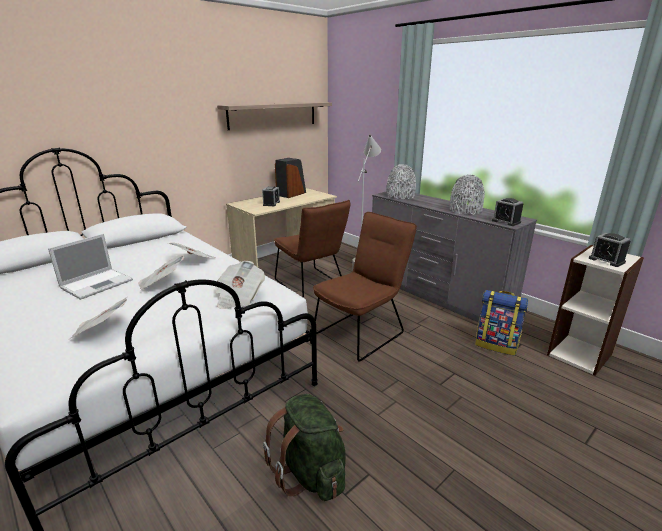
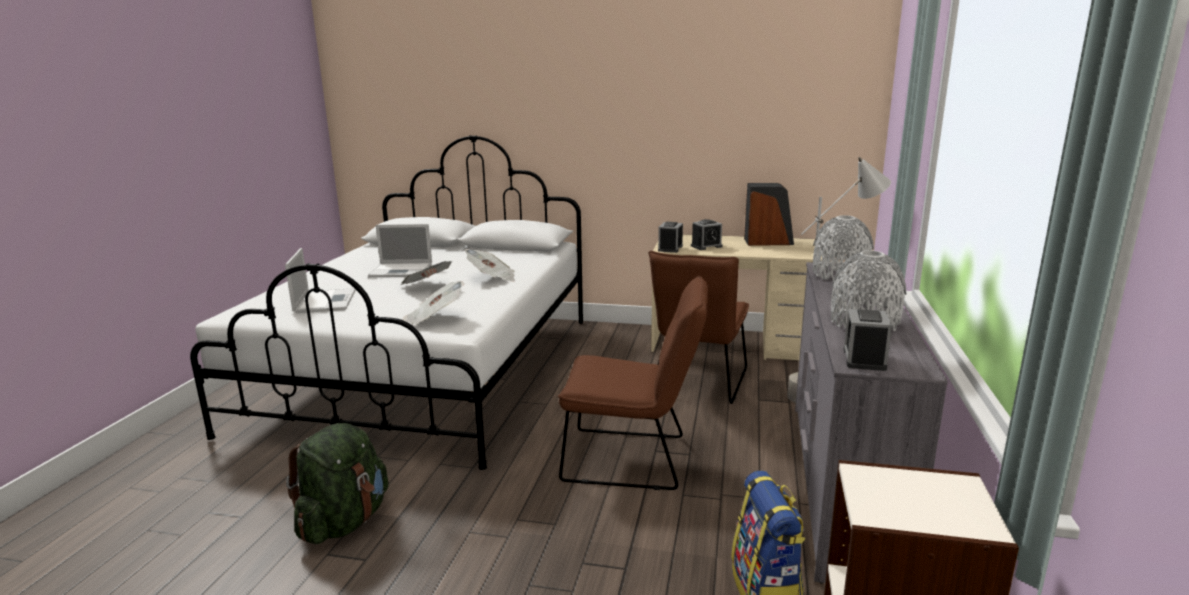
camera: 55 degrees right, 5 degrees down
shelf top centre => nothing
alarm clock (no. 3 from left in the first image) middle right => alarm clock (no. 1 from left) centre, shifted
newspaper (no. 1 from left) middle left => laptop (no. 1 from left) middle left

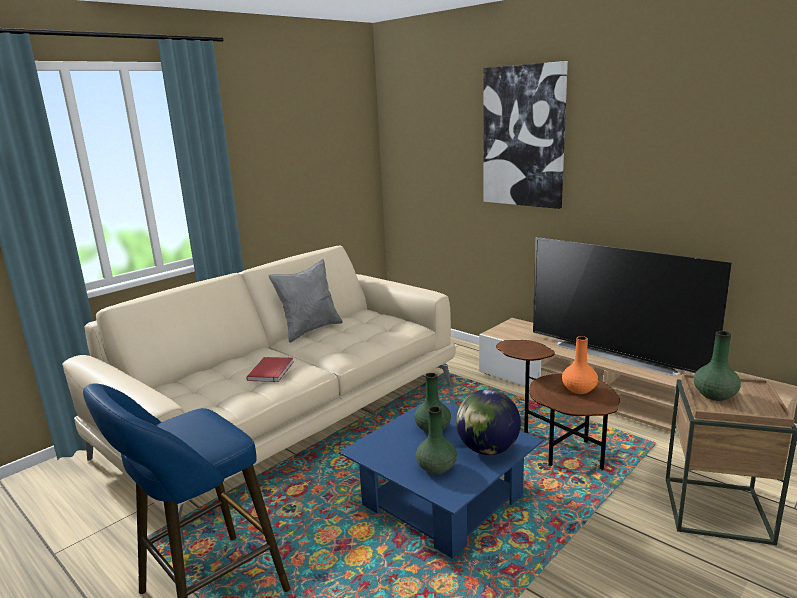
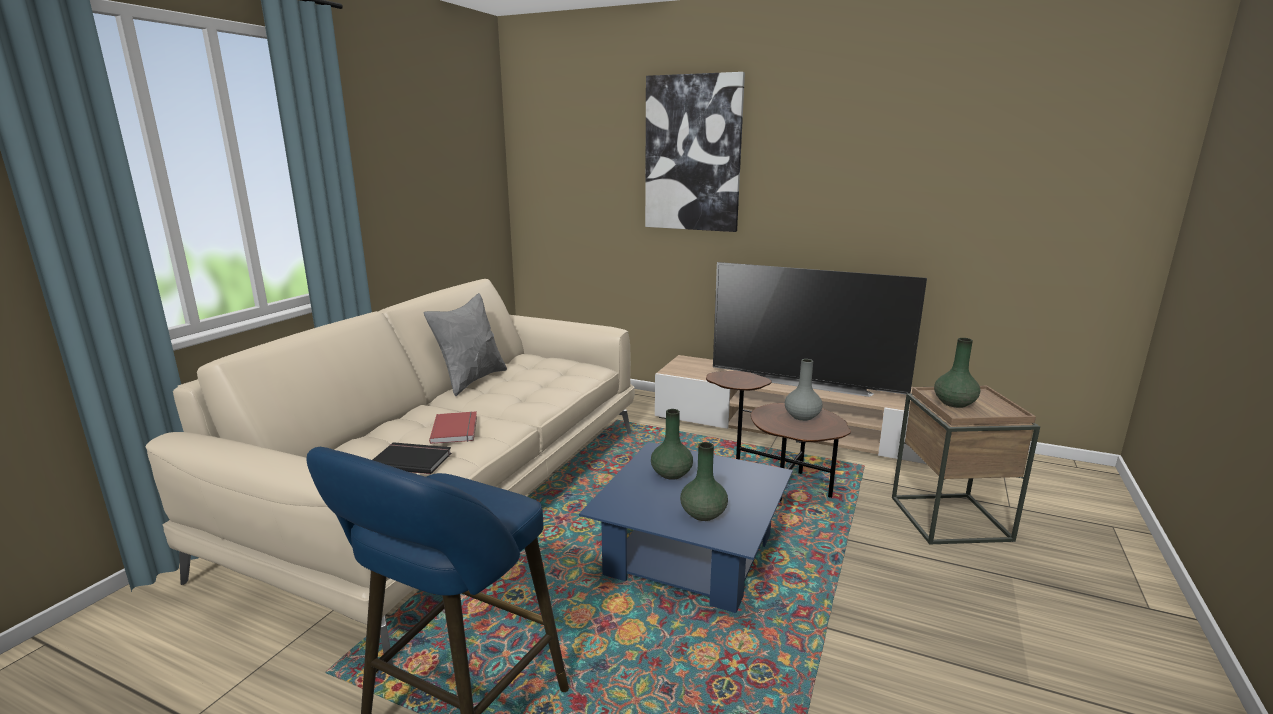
camera: 20 degrees left, 0 degrees up
globe bottom centre => nothing
nothing => blackish bound book middle left
orange-coloured flower vase middle right => gray flower vase centre

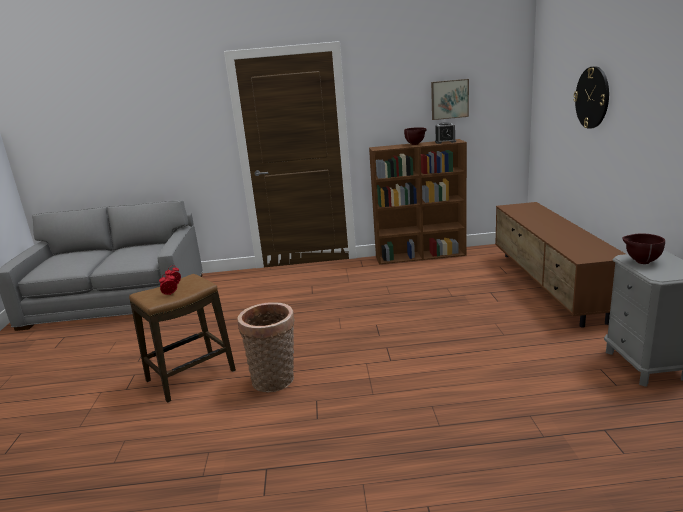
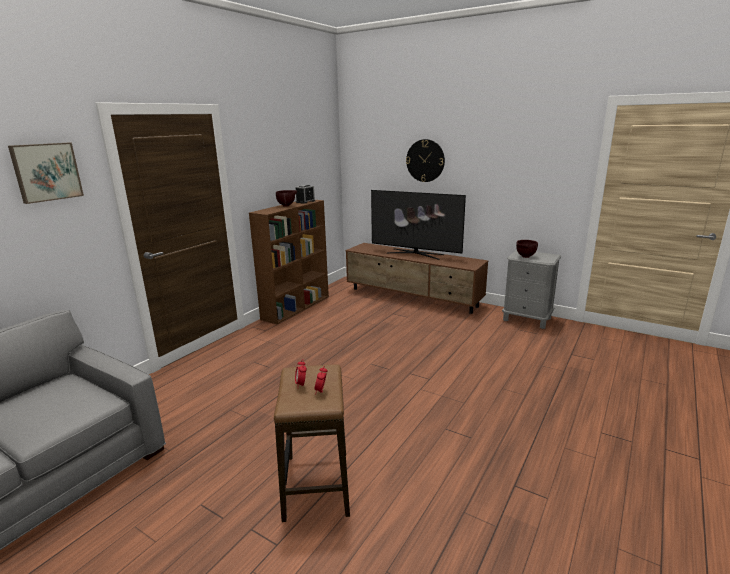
camera: 55 degrees left, 0 degrees up
household basket bottom centre => nothing
nothing => television centre
picture top centre => picture top left, shifted

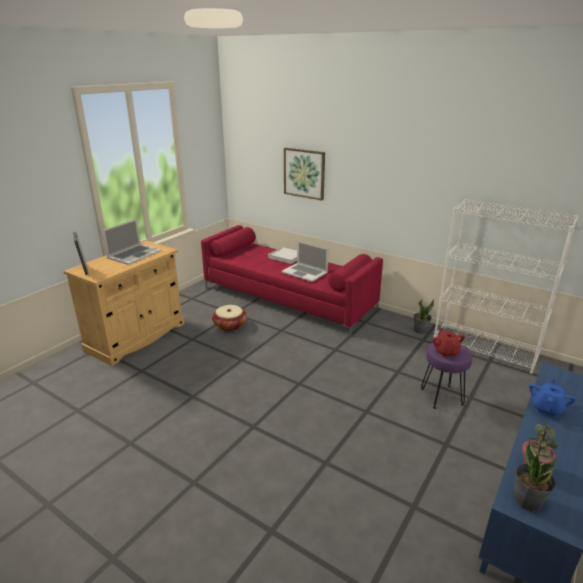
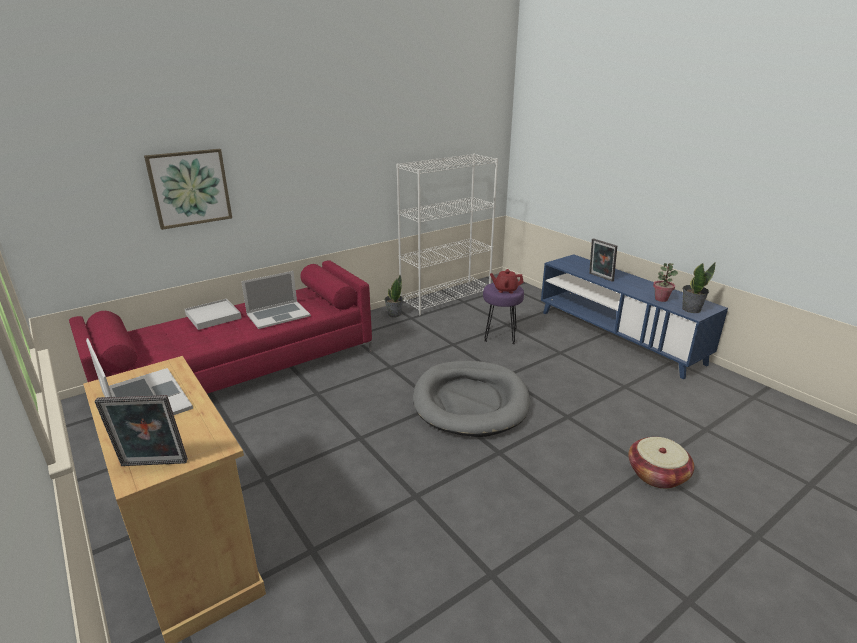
camera: 70 degrees left, 0 degrees up
nothing => gray pet bed centre
household basket centre => household basket bottom right, shifted
blue-coloured teapot bottom right => standing frame (no. 2 from left) middle right

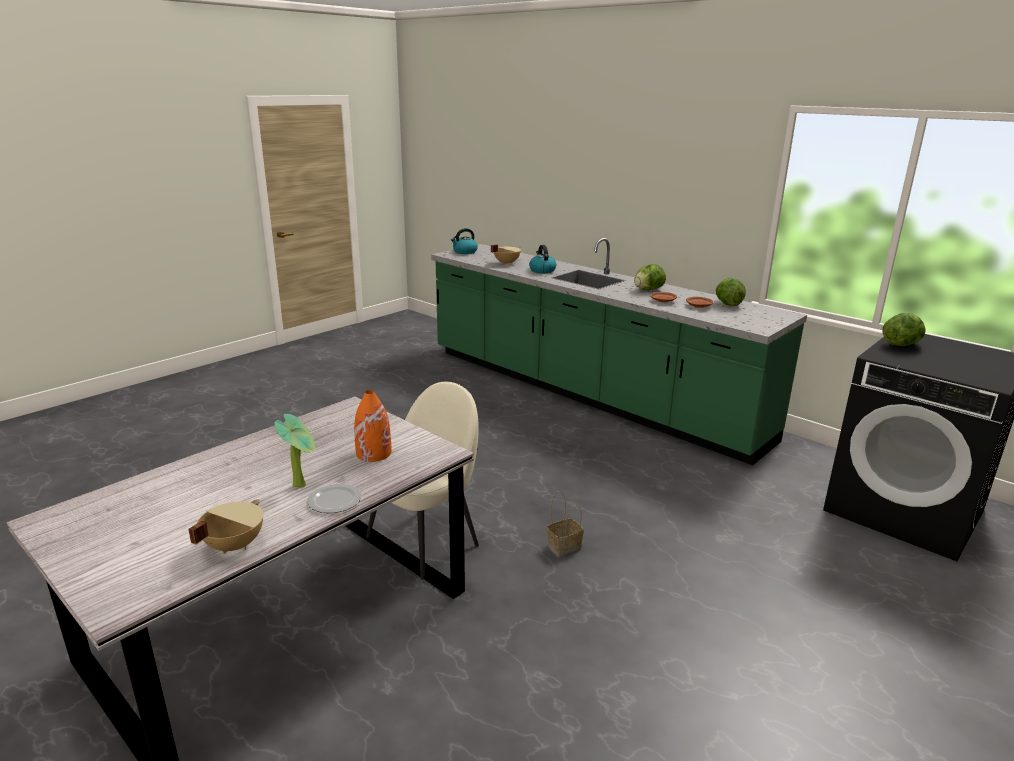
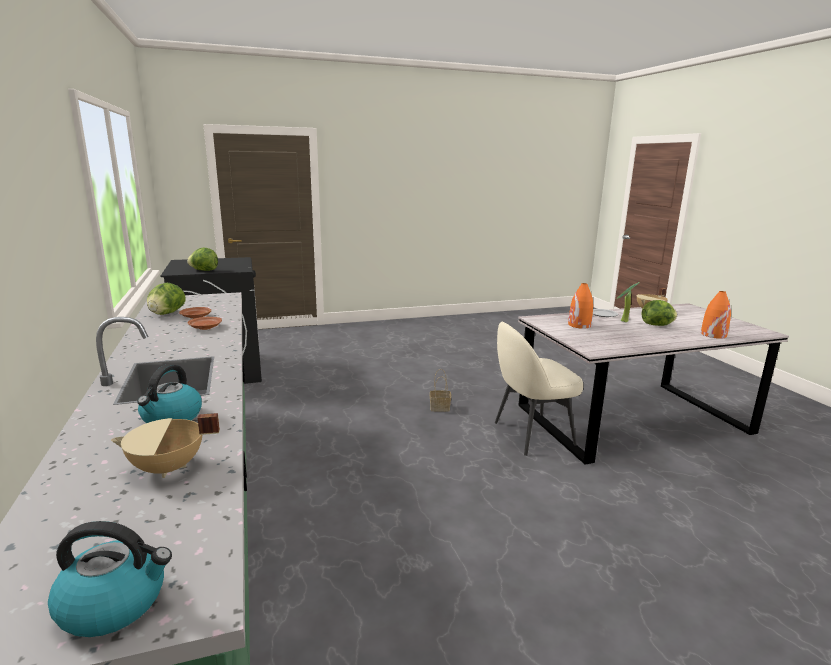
camera: 150 degrees left, 5 degrees down
nothing => orange-coloured flower vase (no. 2 from left) middle right
head of lettuce (no. 1 from left in the first image) centre => head of lettuce (no. 3 from left) middle right, shifted

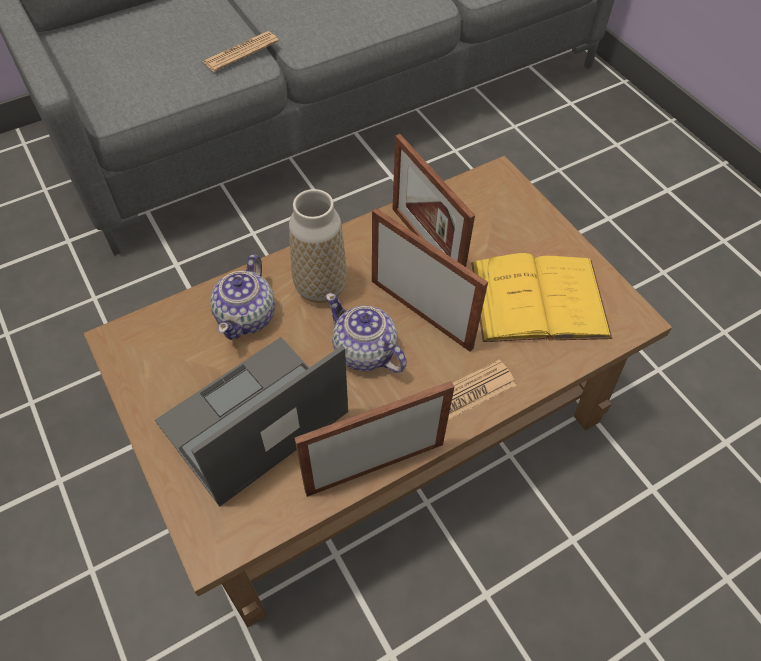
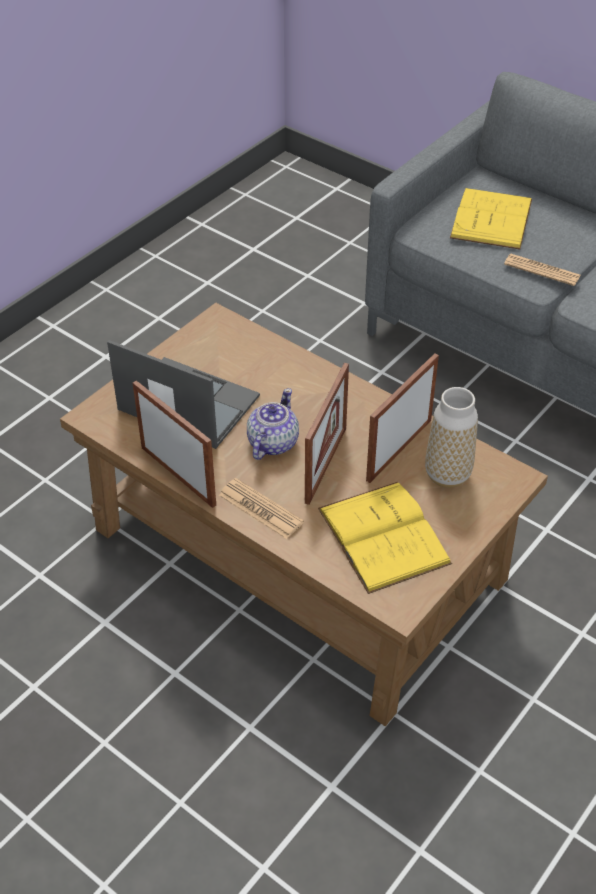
camera: 70 degrees right, 10 degrees down
teapot (no. 1 from left) middle left => nothing
nothing => yellow-coloured bound book (no. 2 from left) top right
flower vase centre => flower vase middle right, shifted

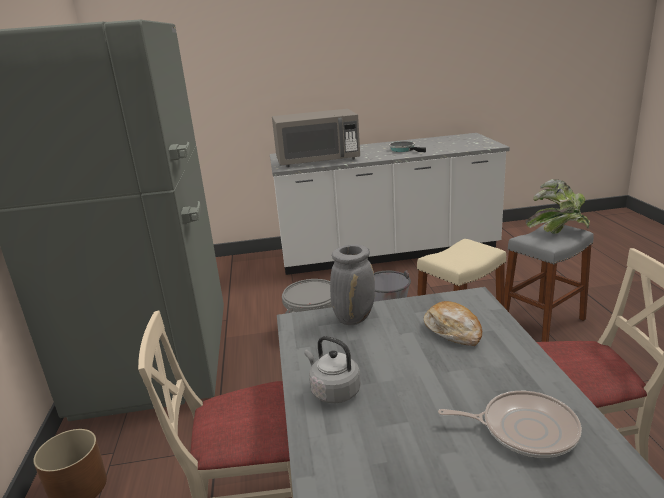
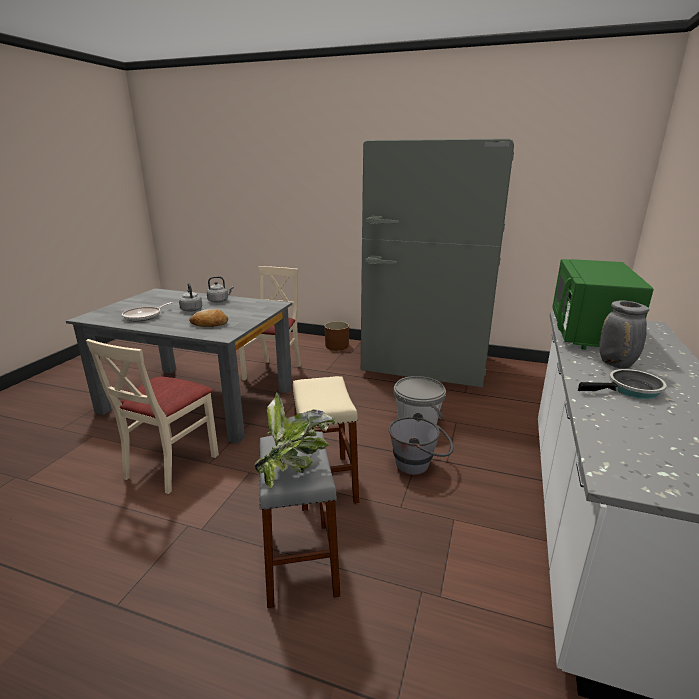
camera: 115 degrees right, 0 degrees up
nothing => gray water kettle (no. 1 from left) middle left
gray flower vase centre => gray flower vase middle right, shifted
gray microwave top centre => green-coloured microwave middle right

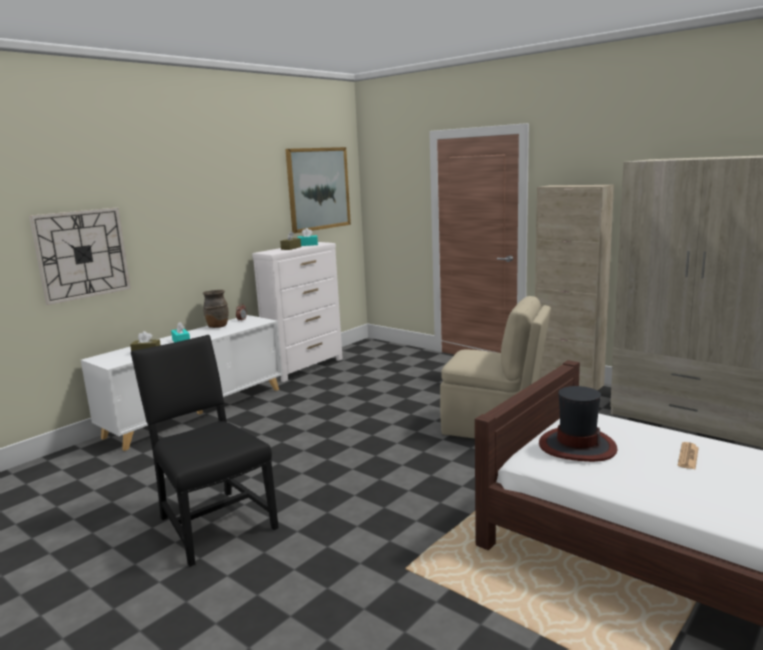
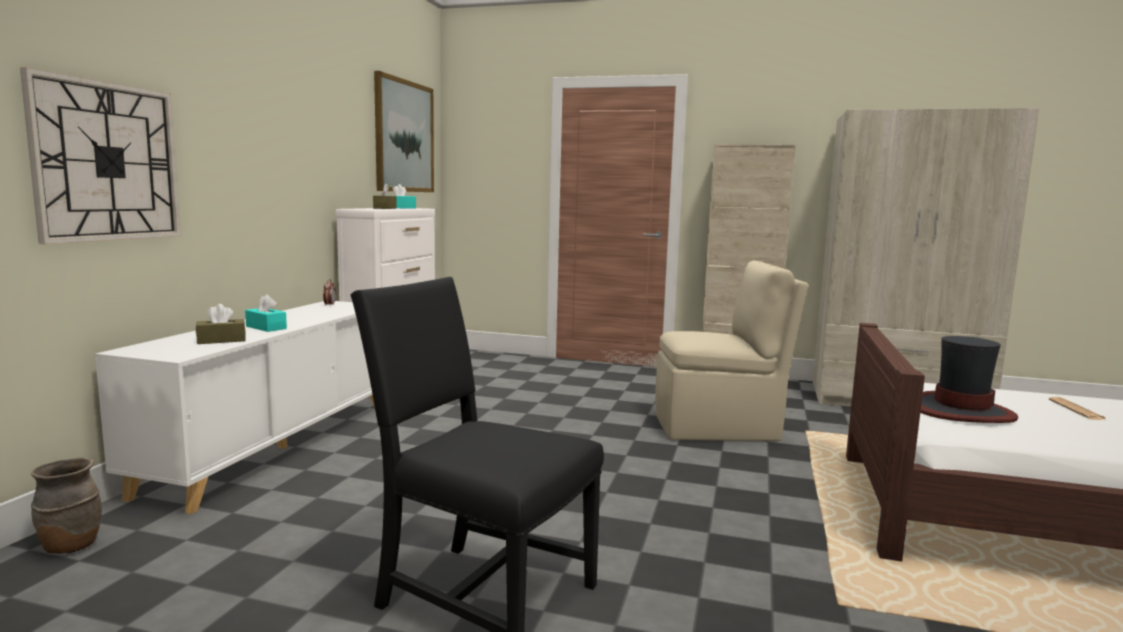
camera: 25 degrees left, 5 degrees down
brown flower vase middle left => brown flower vase bottom left, shifted

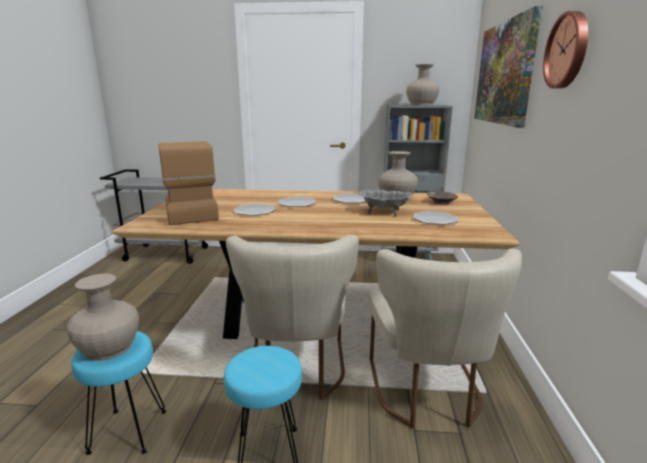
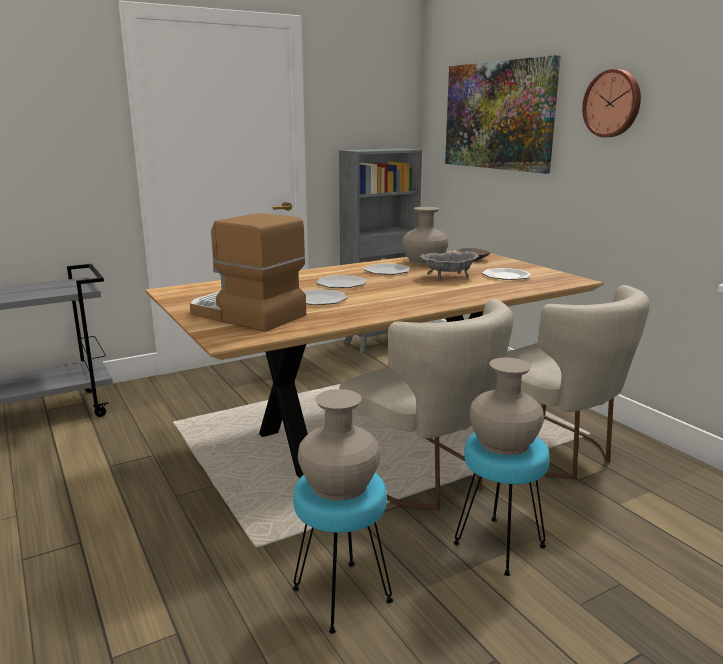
camera: 35 degrees left, 0 degrees up
beige flower vase (no. 3 from left) top centre => beige flower vase (no. 3 from left) middle right, shifted

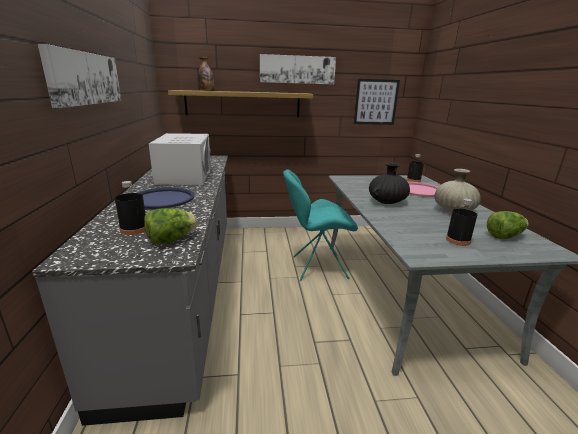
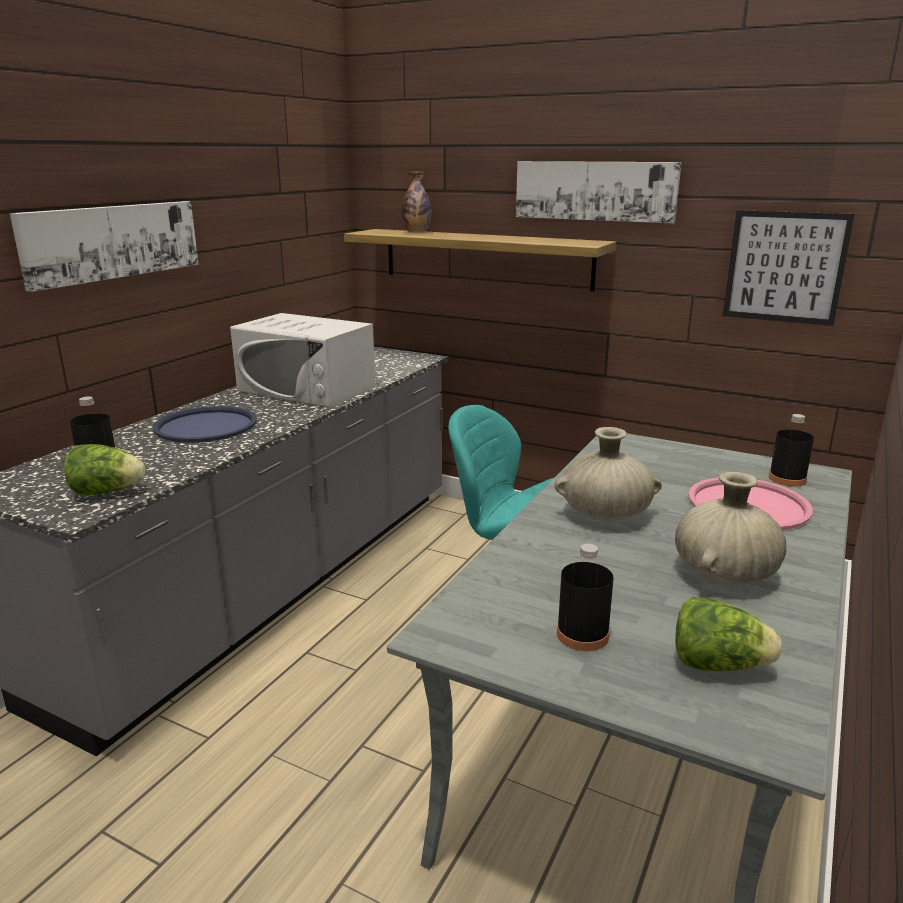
camera: 35 degrees right, 0 degrees up
blackish flower vase middle right => beige flower vase (no. 1 from left) middle right
white microwave middle left => white microwave centre, 90 degrees clockwise

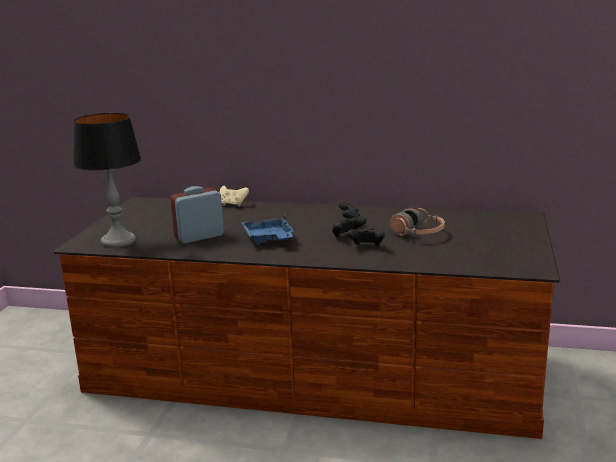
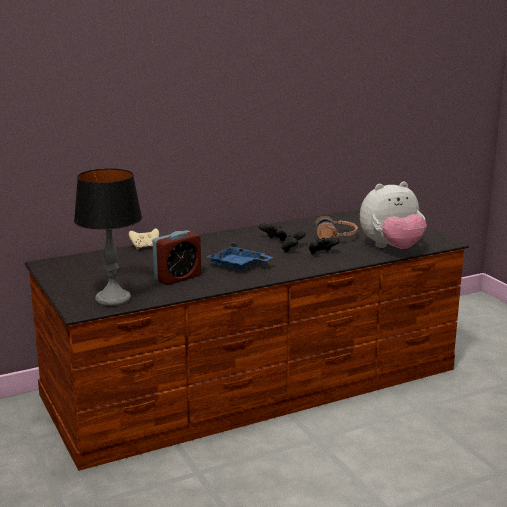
camera: 40 degrees left, 0 degrees up
nothing => plush toy middle right
alarm clock middle left => alarm clock centre, 150 degrees counterclockwise

